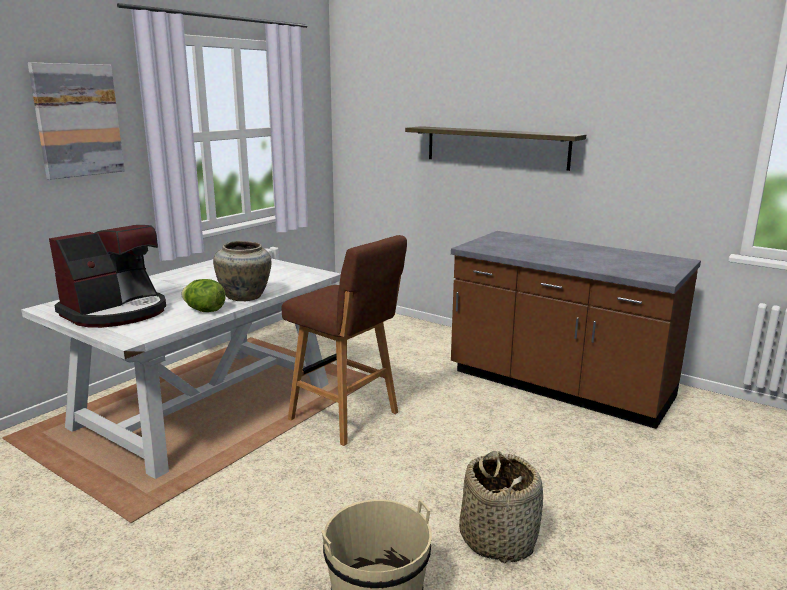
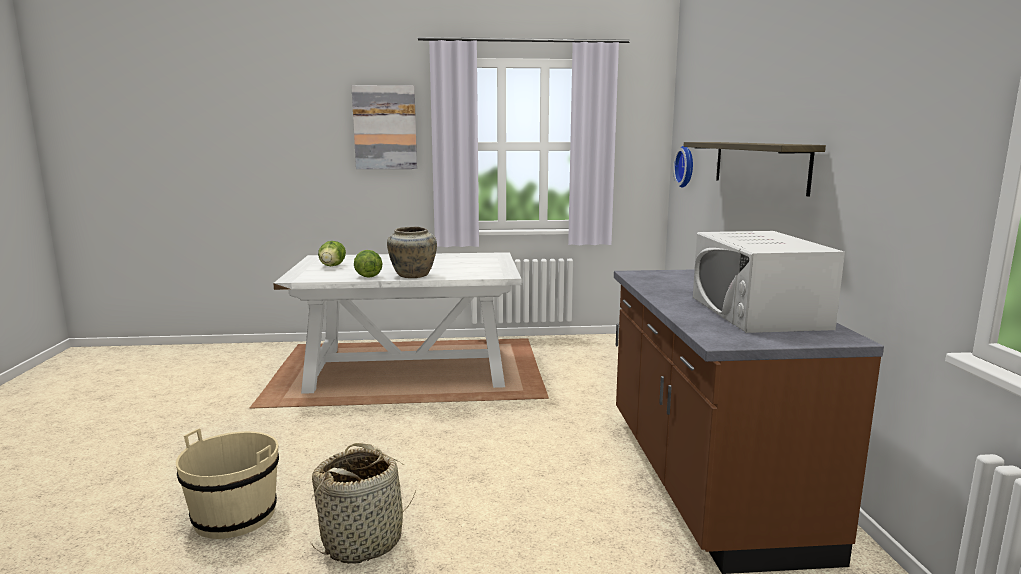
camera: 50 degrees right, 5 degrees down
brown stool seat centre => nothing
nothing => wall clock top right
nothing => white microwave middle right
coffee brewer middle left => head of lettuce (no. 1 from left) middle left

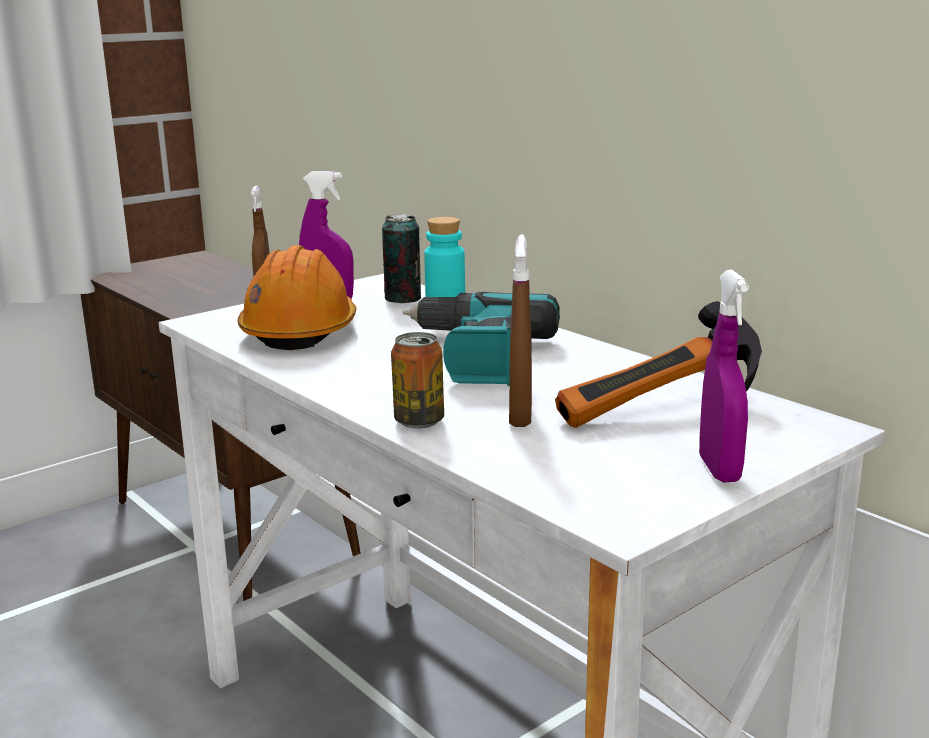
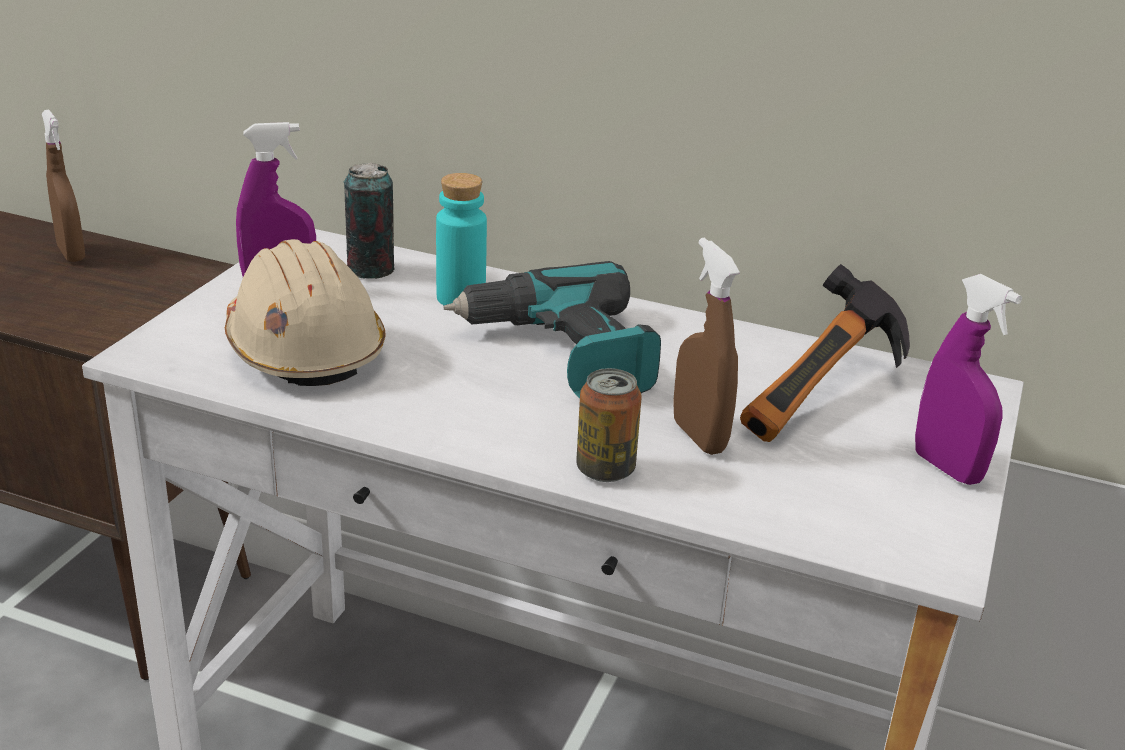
camera: 30 degrees left, 10 degrees up
orange-coloured safety helmet middle left => beige safety helmet middle left

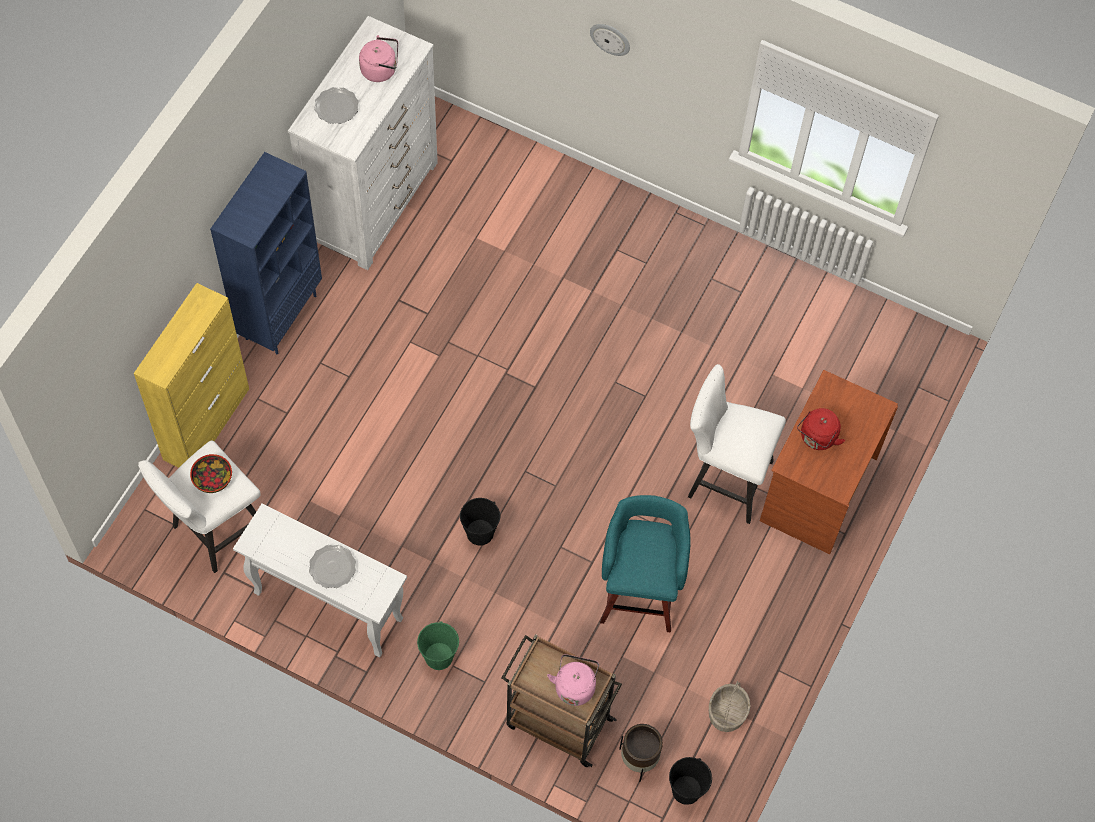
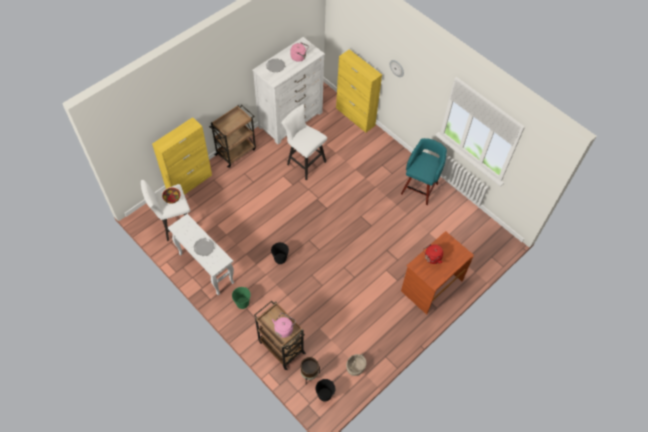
camera: 20 degrees right, 5 degrees down
nothing => yellow-coloured storage cabinet (no. 2 from left) top centre
turquoise stool seat bottom centre => turquoise stool seat centre, shifted
white stool seat (no. 2 from left) middle right => white stool seat (no. 2 from left) top centre, shifted
blue-coloured shelving unit top left => brown cart (no. 1 from left) top centre

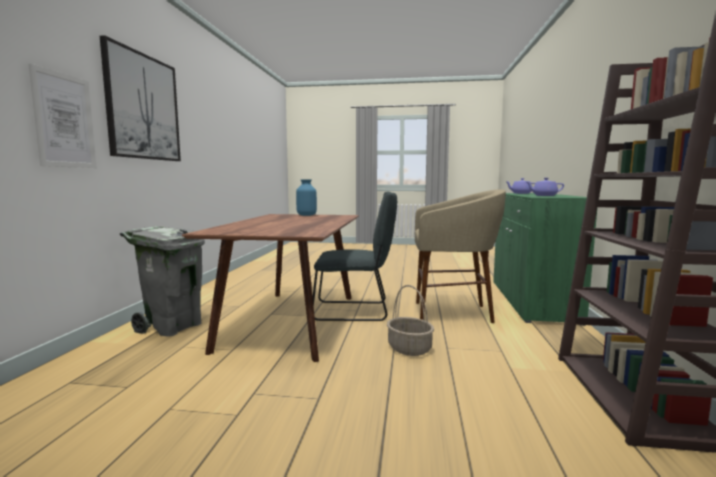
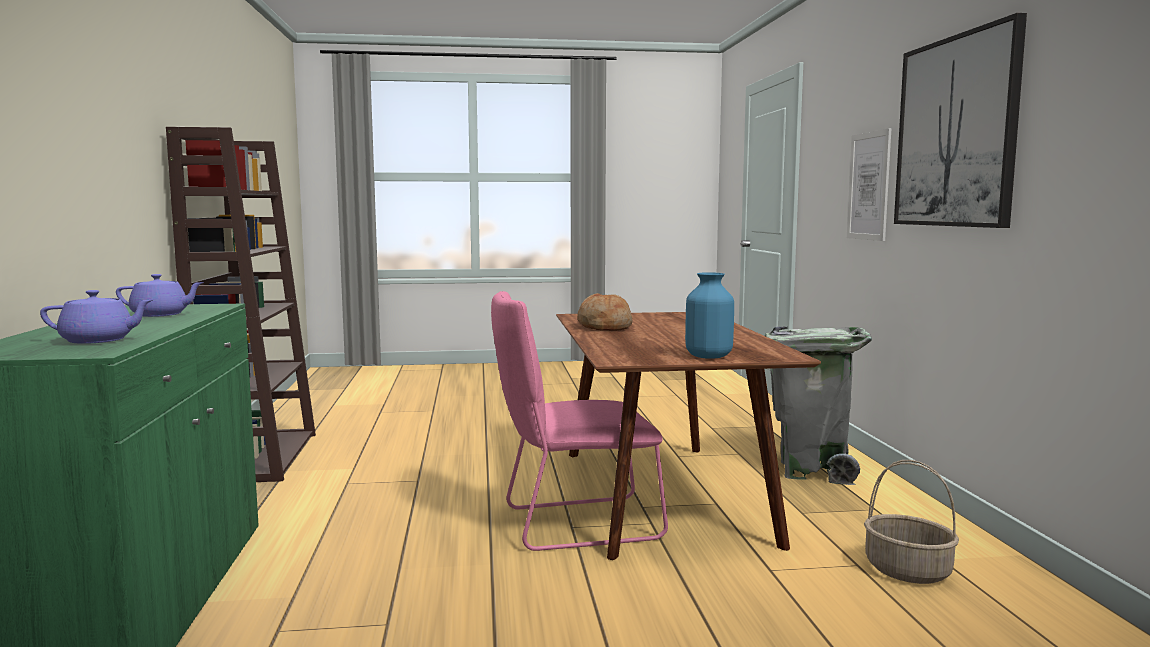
camera: 165 degrees right, 0 degrees up
beige stool seat centre => nothing
nothing => baked bread centre
household basket bottom centre => household basket bottom right, shifted
gray chair centre => pink chair centre

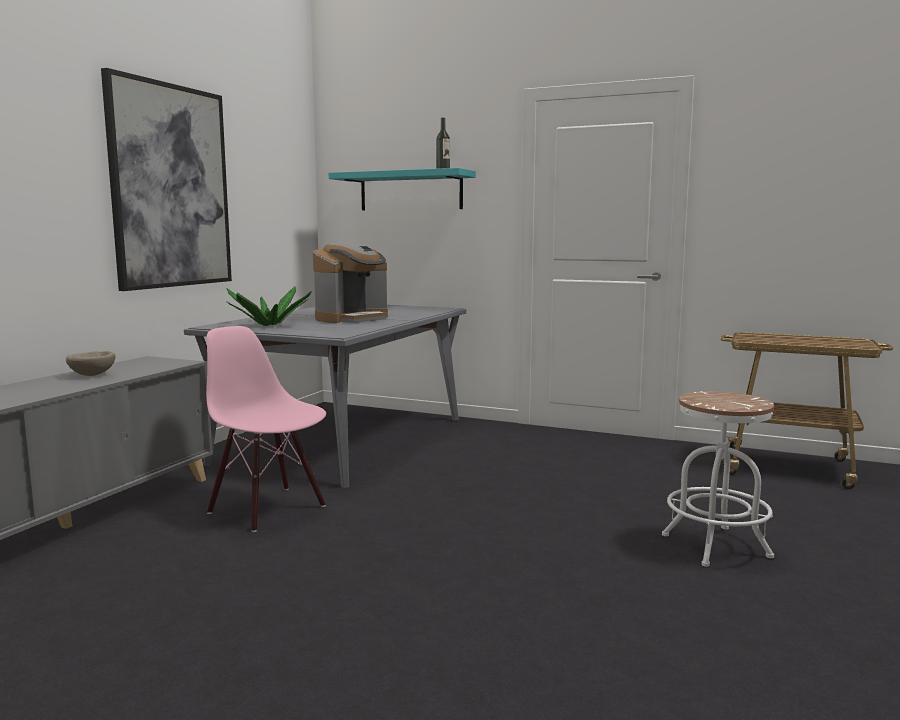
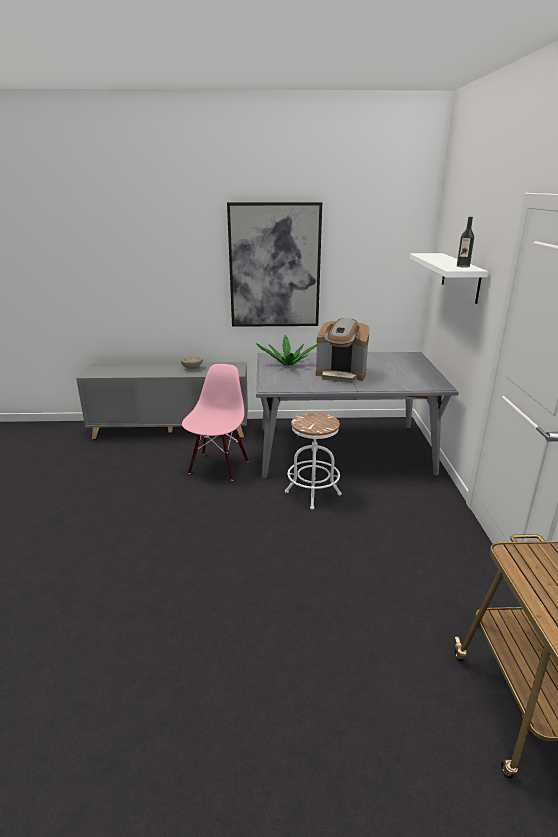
camera: 65 degrees right, 15 degrees up
white stool seat middle right => white stool seat centre, shifted
turquoise shelf top centre => white shelf top right

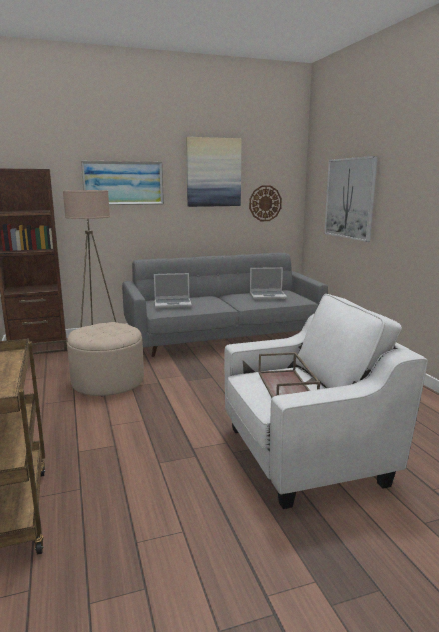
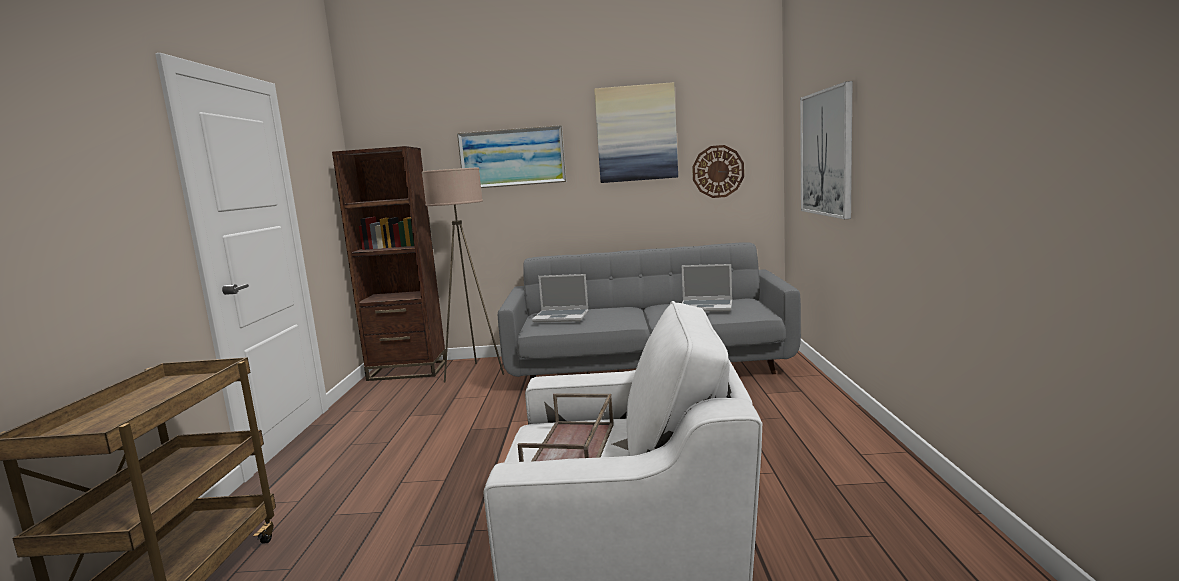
camera: 20 degrees right, 5 degrees down
beige ottoman middle left => nothing

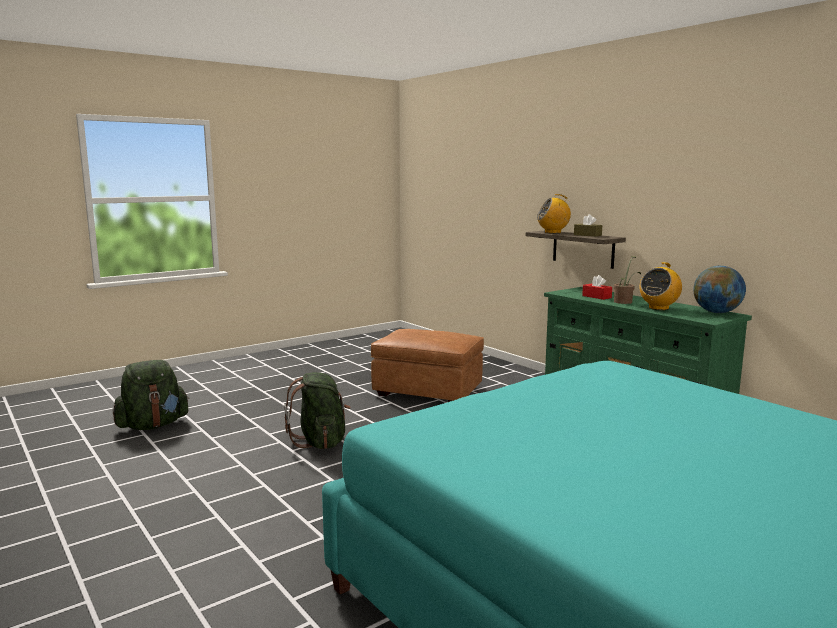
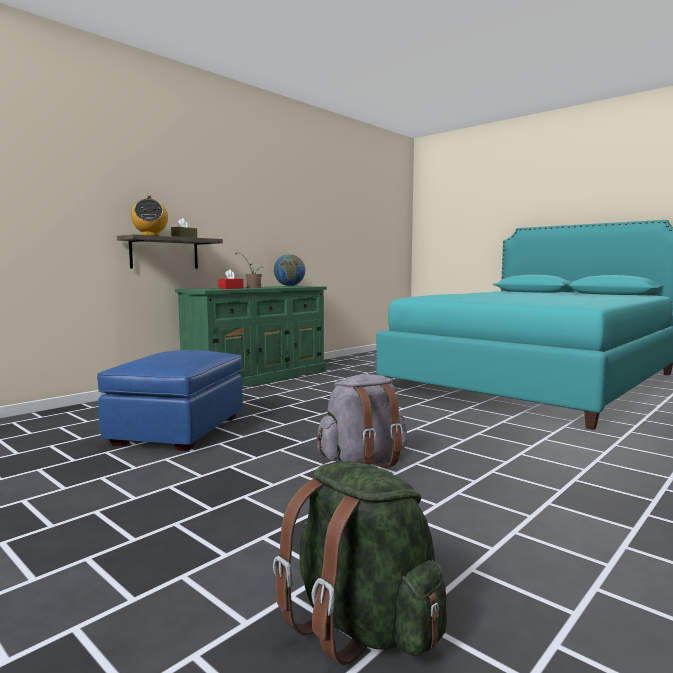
camera: 100 degrees left, 5 degrees down
radio (no. 2 from left) middle right => nothing
green-coloured knapsack (no. 2 from left) centre => gray knapsack centre
brown ottoman centre => blue-coloured ottoman middle left

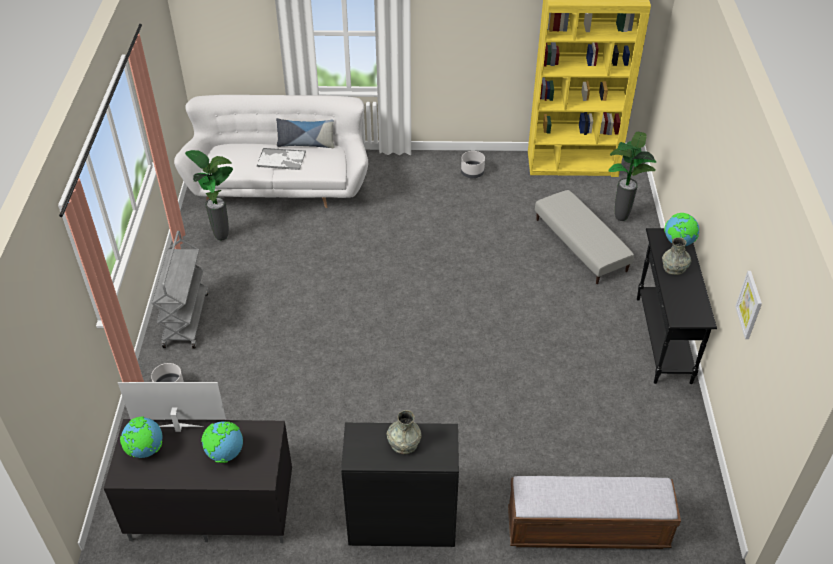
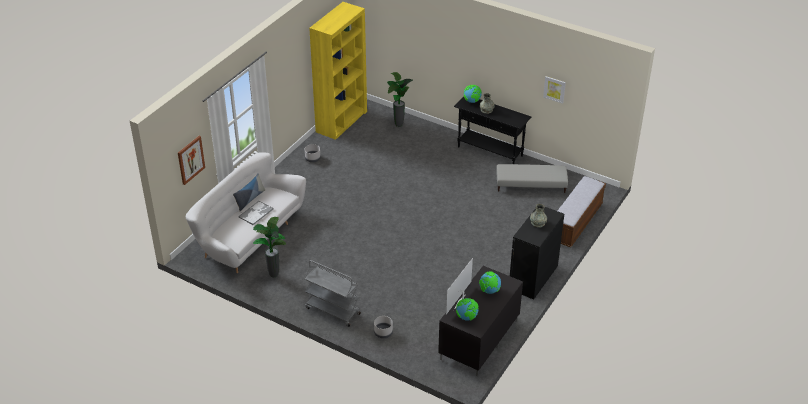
camera: 60 degrees left, 5 degrees down
nothing => picture (no. 1 from left) middle left
gray ottoman middle right => gray ottoman centre, shifted

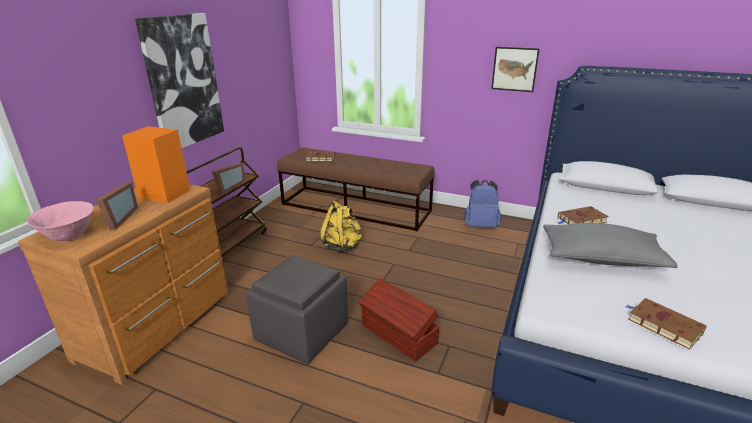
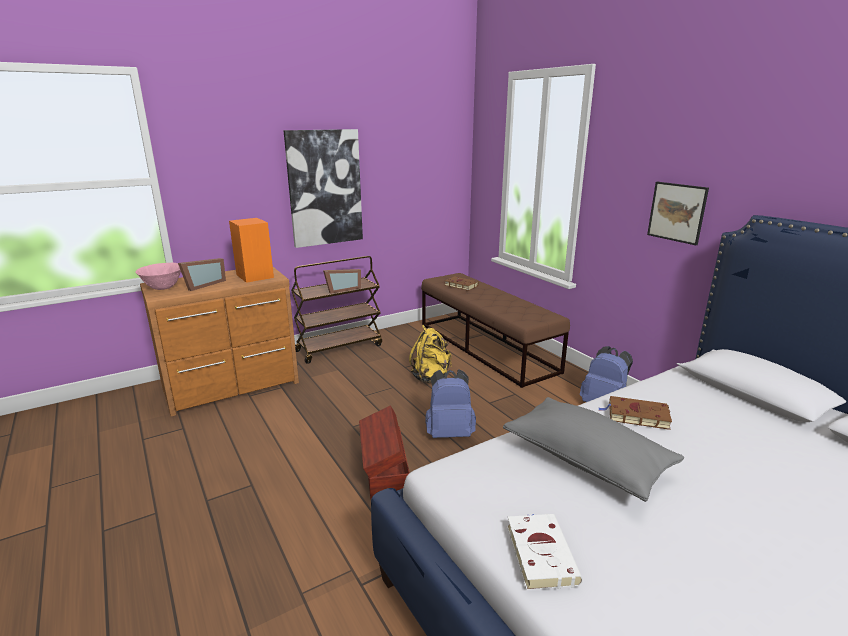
camera: 35 degrees right, 5 degrees down
gray ottoman bottom centre => nothing
nothing => blue-coloured knapsack (no. 1 from left) centre
brown bound book (no. 3 from left) bottom right => white bound book bottom centre

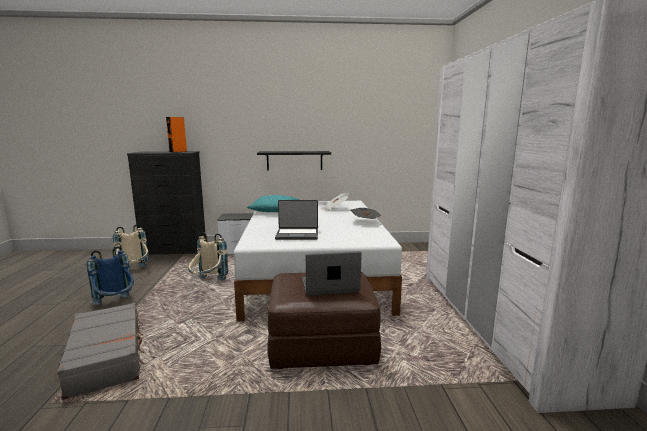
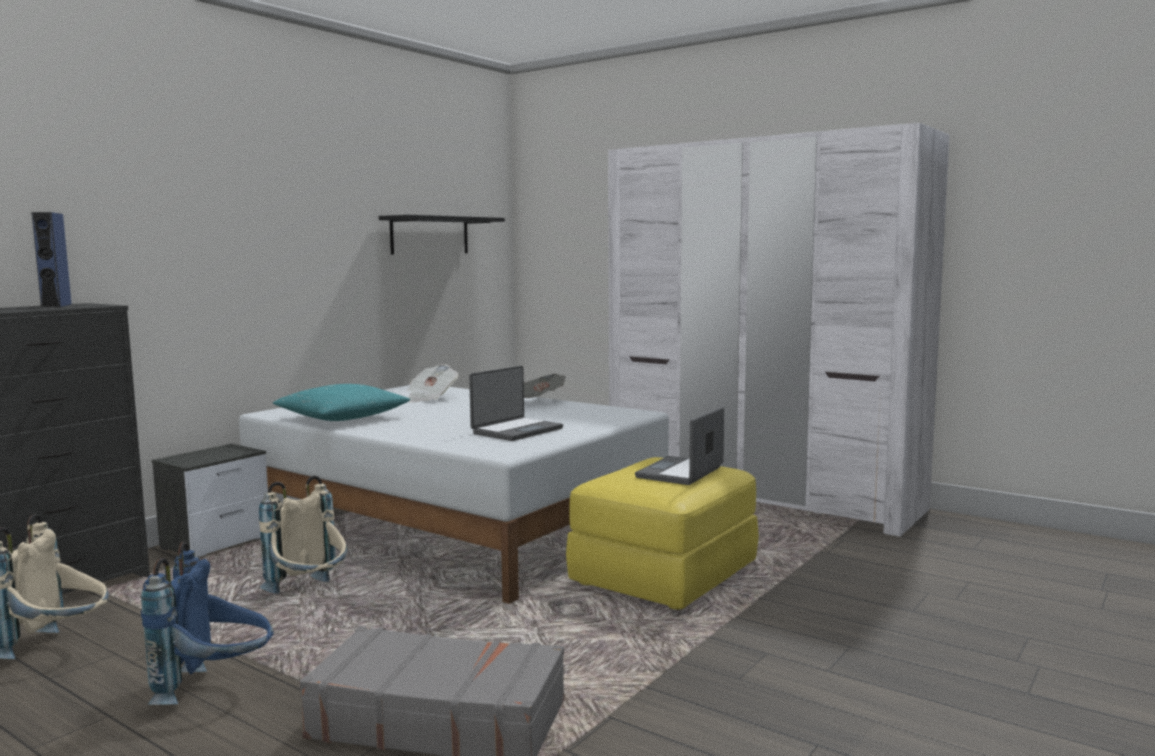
camera: 50 degrees left, 5 degrees down
blackish shelf centre => blackish shelf top centre, shifted
orange-coloured audio speaker top left => blue-coloured audio speaker middle left
brown ottoman bottom centre => yellow-coloured ottoman bottom centre

